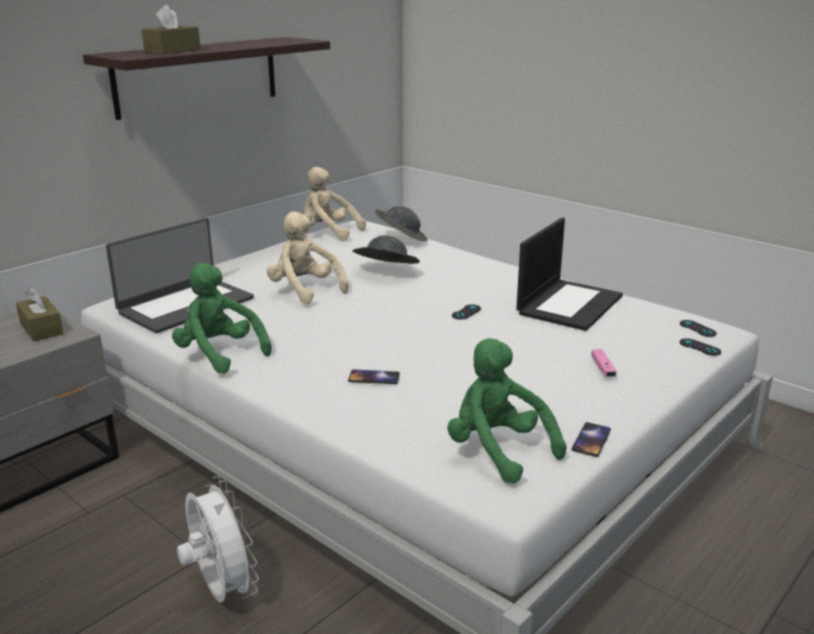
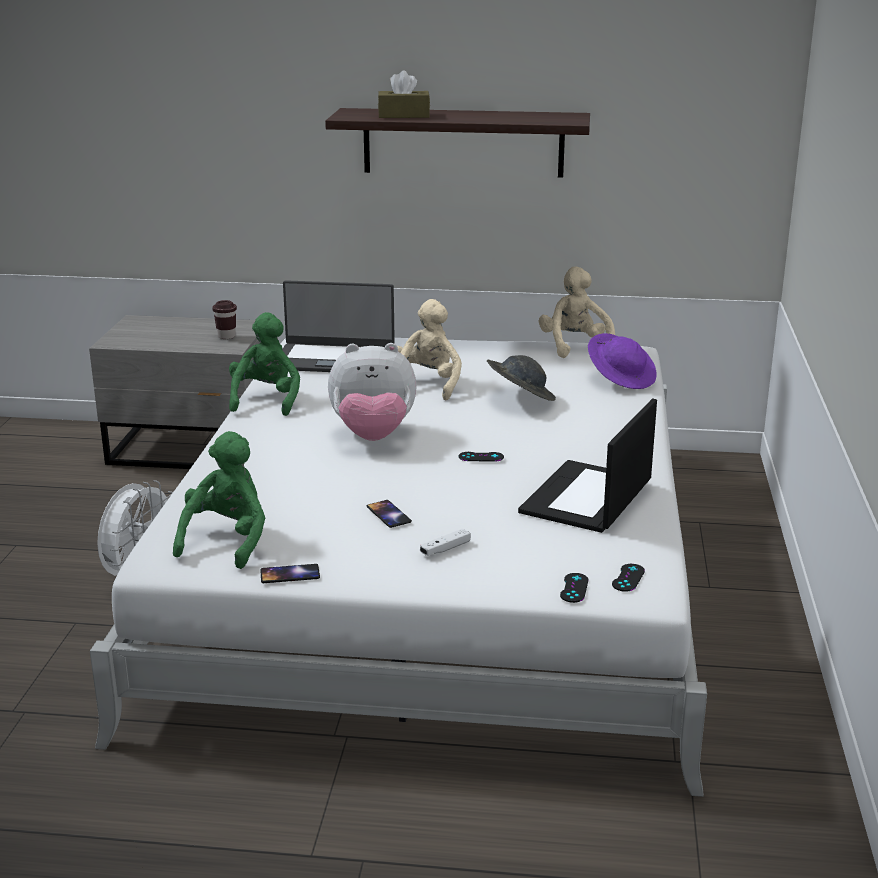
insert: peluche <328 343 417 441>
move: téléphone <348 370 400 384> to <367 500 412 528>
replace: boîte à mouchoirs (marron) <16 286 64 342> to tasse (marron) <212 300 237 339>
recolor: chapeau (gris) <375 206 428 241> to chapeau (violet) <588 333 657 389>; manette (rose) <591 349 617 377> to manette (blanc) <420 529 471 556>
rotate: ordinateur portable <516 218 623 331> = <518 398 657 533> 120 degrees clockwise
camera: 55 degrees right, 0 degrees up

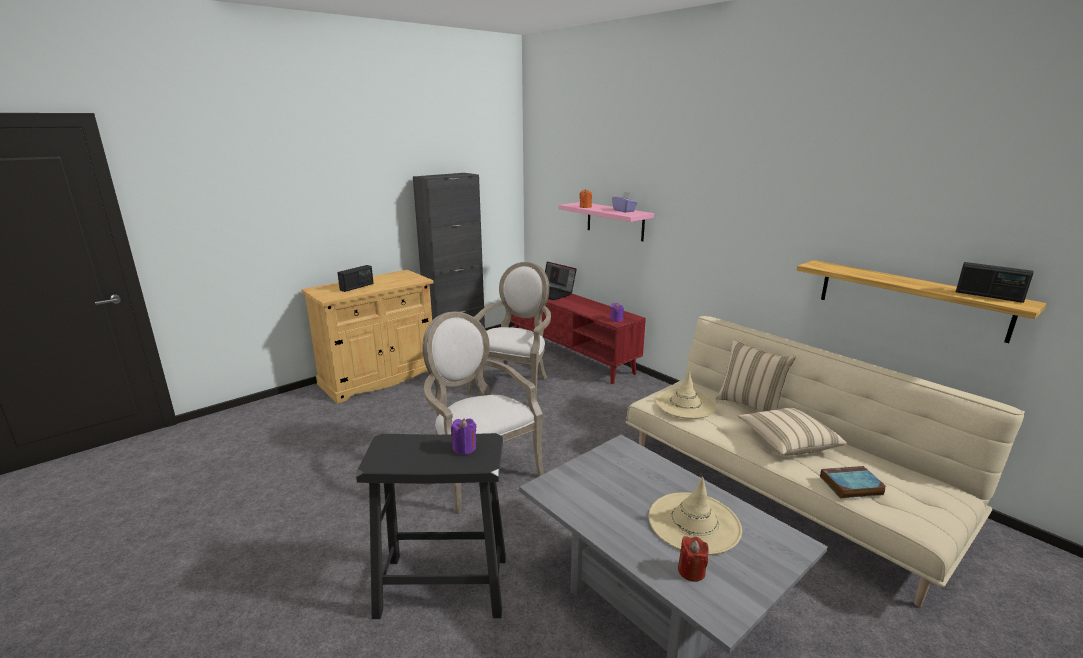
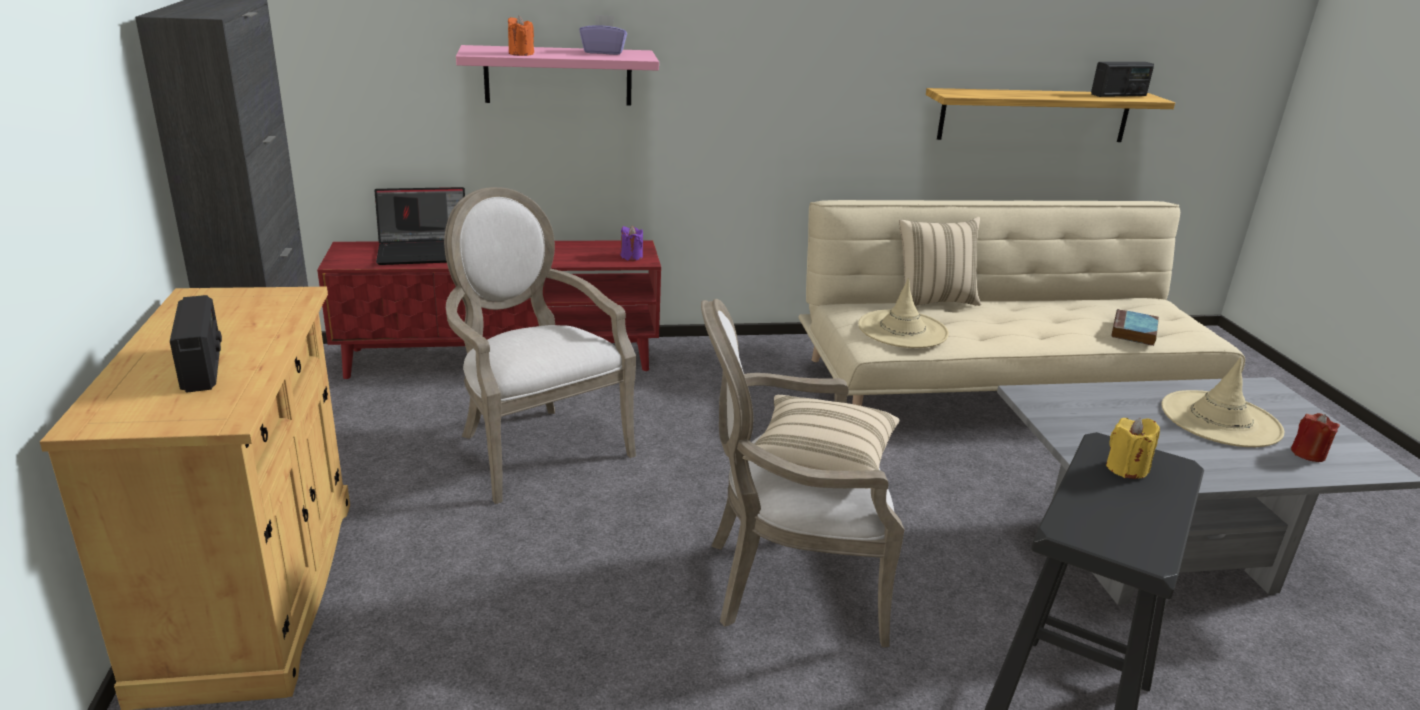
move: coussin (beige) <738 407 847 456> to <743 395 899 489>
recolor: bougie (violet) <451 418 477 455> to bougie (jaune) <1106 417 1160 479>
camera: 60 degrees left, 5 degrees up

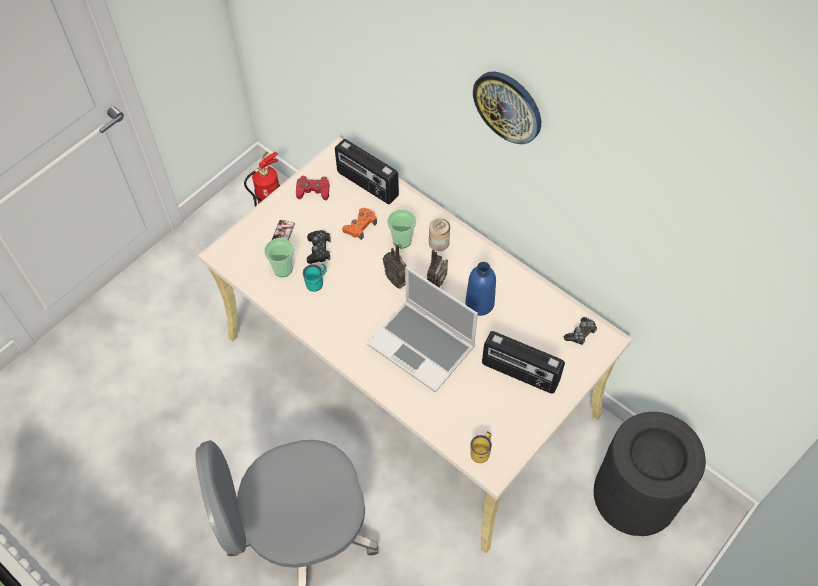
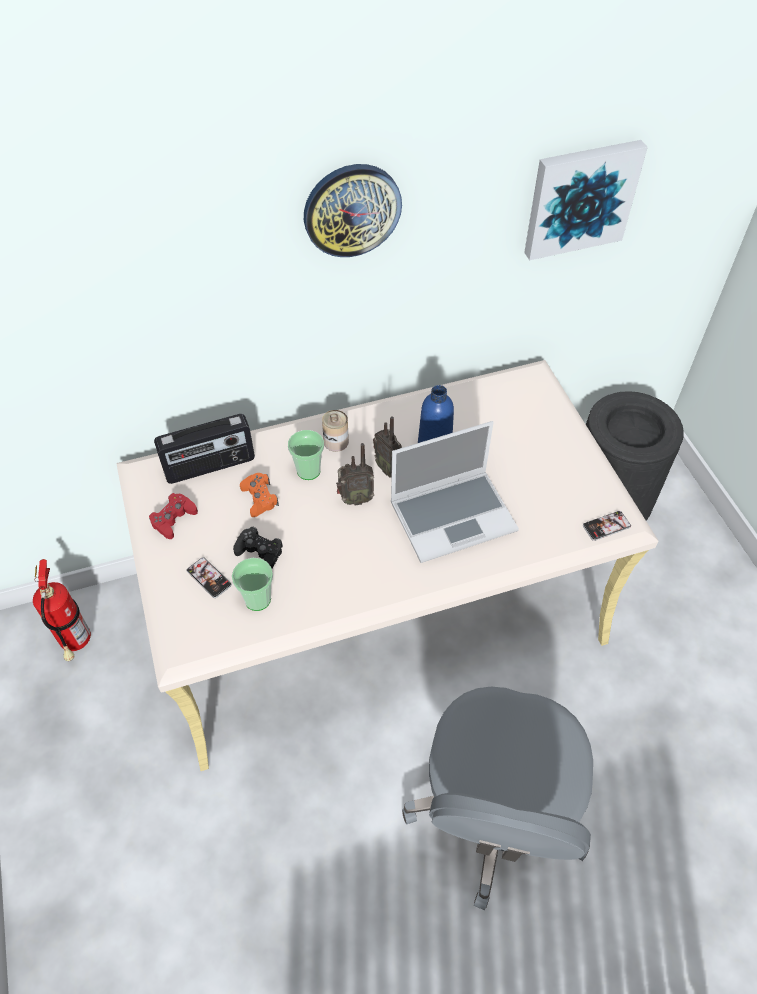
delete: mug (turquoise) <303 264 327 292>; radio <482 331 565 394>; manette <564 317 597 345>
insert: tableau <524 140 648 260>
replace: mug (jaune) <470 432 492 463> to téléphone <583 511 631 541>
camera: 60 degrees left, 5 degrees down

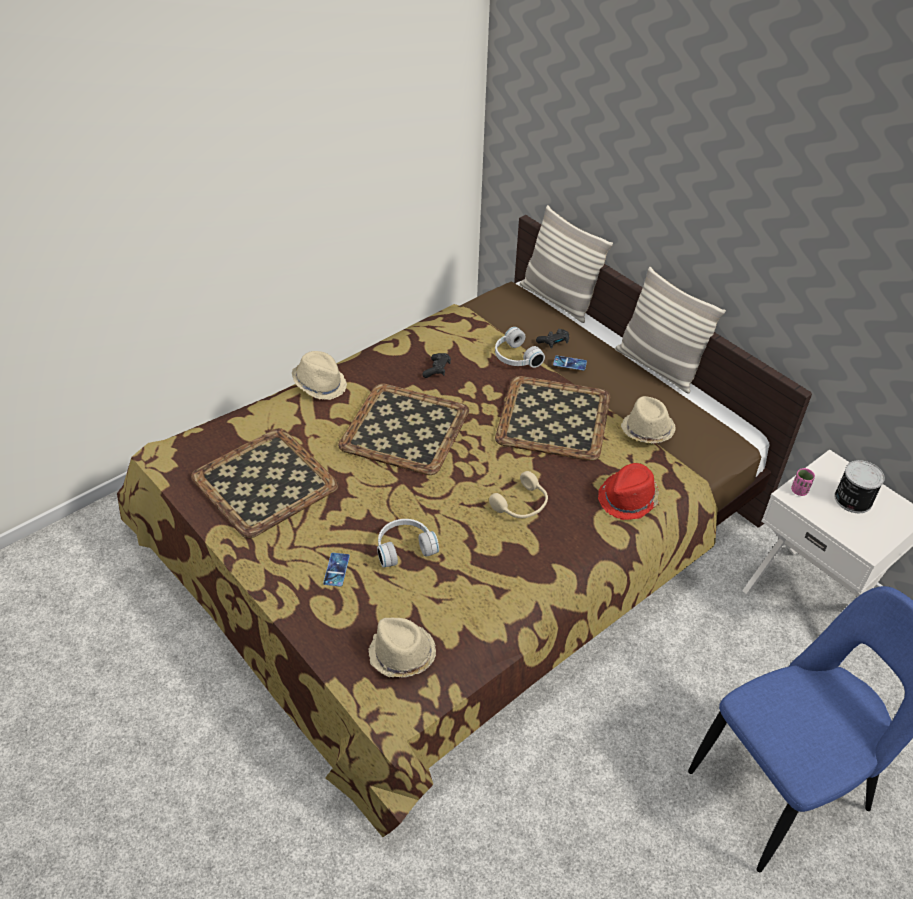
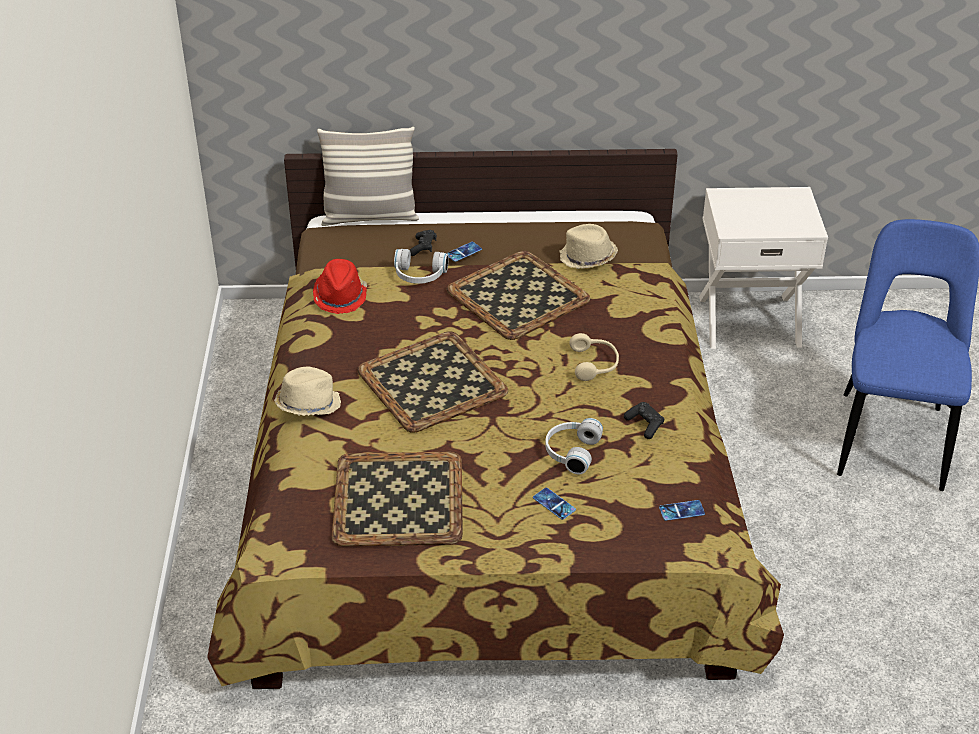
delete: coussin <615 267 726 394>; tasse (rose) <791 468 815 496>; boîte métallique <834 460 885 513>
move: manette (noir) <422 353 451 378> to <624 402 664 439>; chapeau (rouge) <598 463 659 520> to <313 259 367 314>
replace: chapeau (beige) <368 618 436 678> to téléphone <659 500 705 521>
camera: 50 degrees left, 5 degrees down

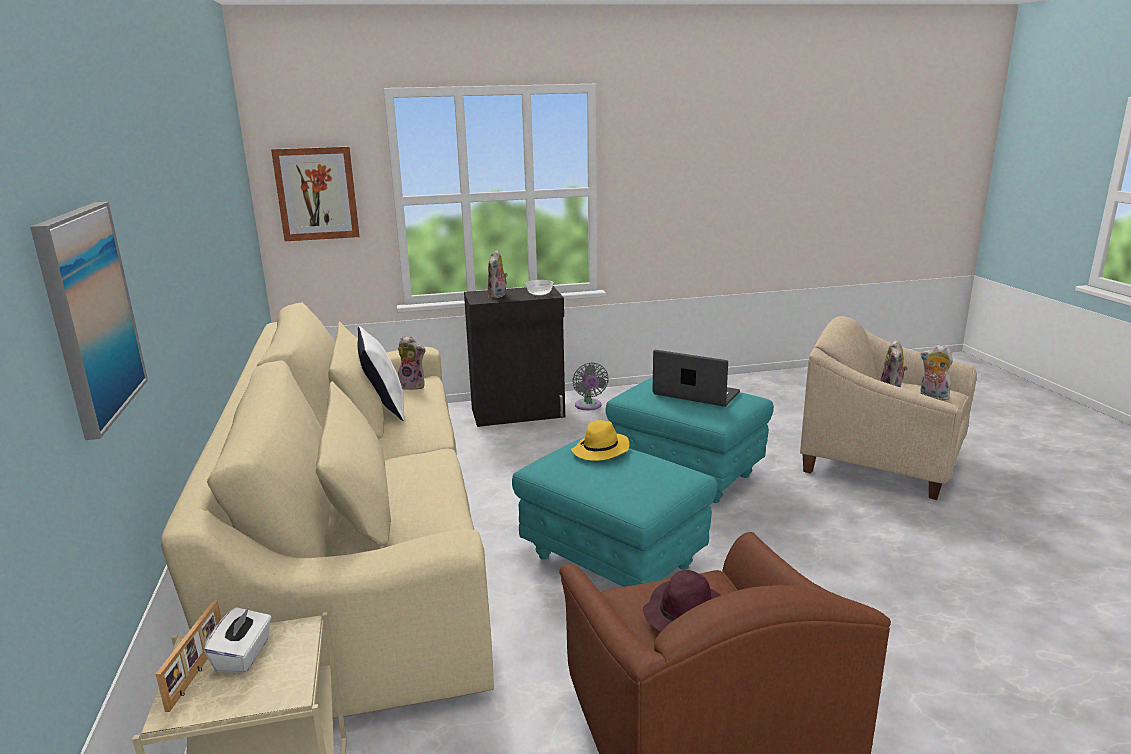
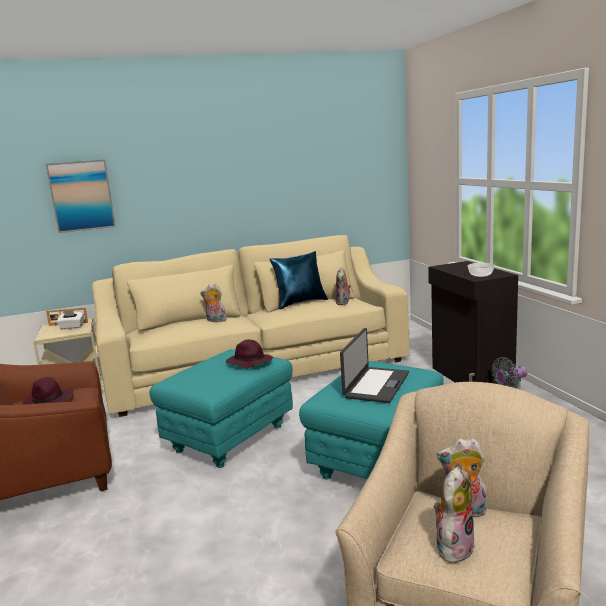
delete: tableau <271 146 360 241>
move: peluche <488 249 508 298> to <200 283 226 322>
recolor: coussin (blanc) <358 326 405 421> to coussin (bleu) <270 251 328 309>; chapeau (jaune) <571 420 629 461> to chapeau (violet) <226 340 273 369>
camera: 85 degrees right, 5 degrees down

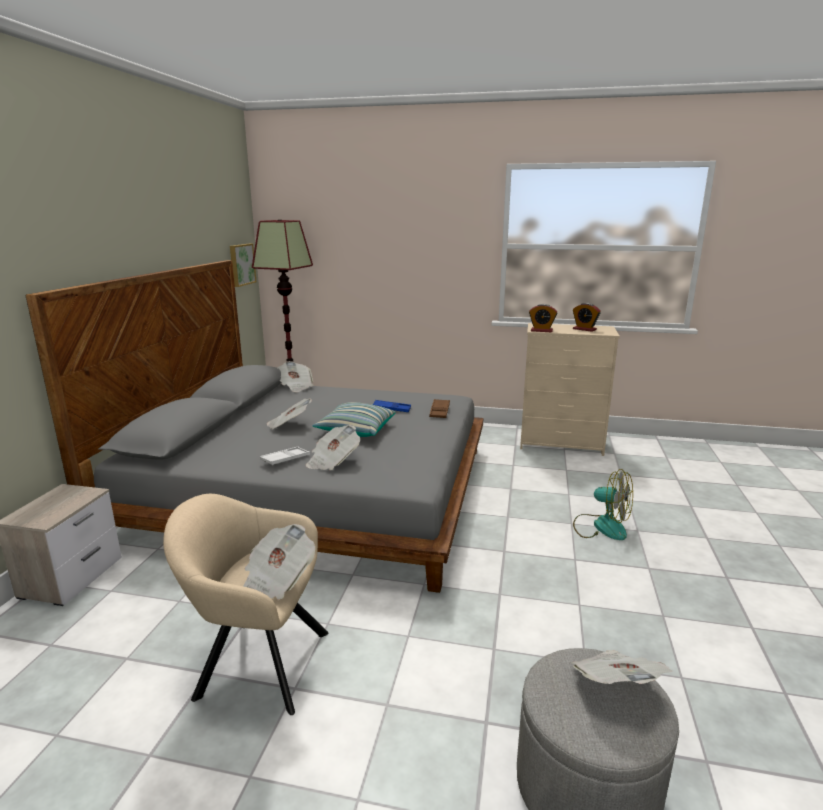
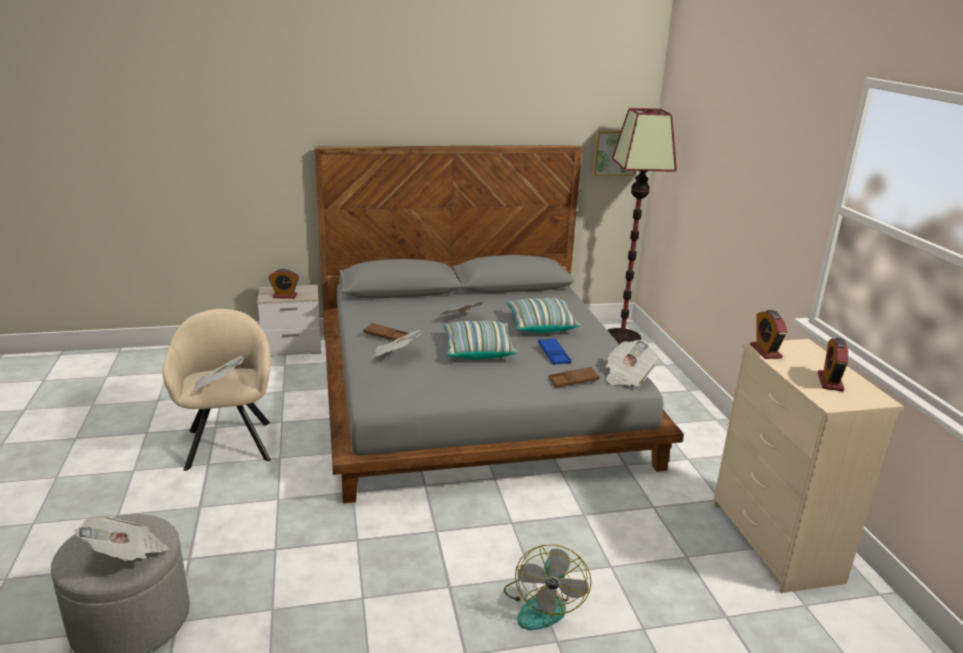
insert: réveil <268 269 299 299>; coussin <506 298 581 333>
move: journal <278 361 313 392> to <606 340 659 386>
recolor: plateau (blanc) <260 447 310 466> to plateau (marron) <364 323 409 341>
camera: 65 degrees right, 5 degrees up

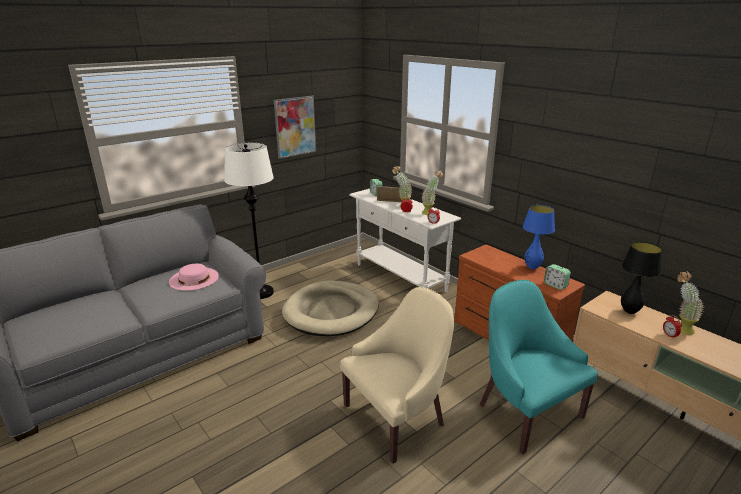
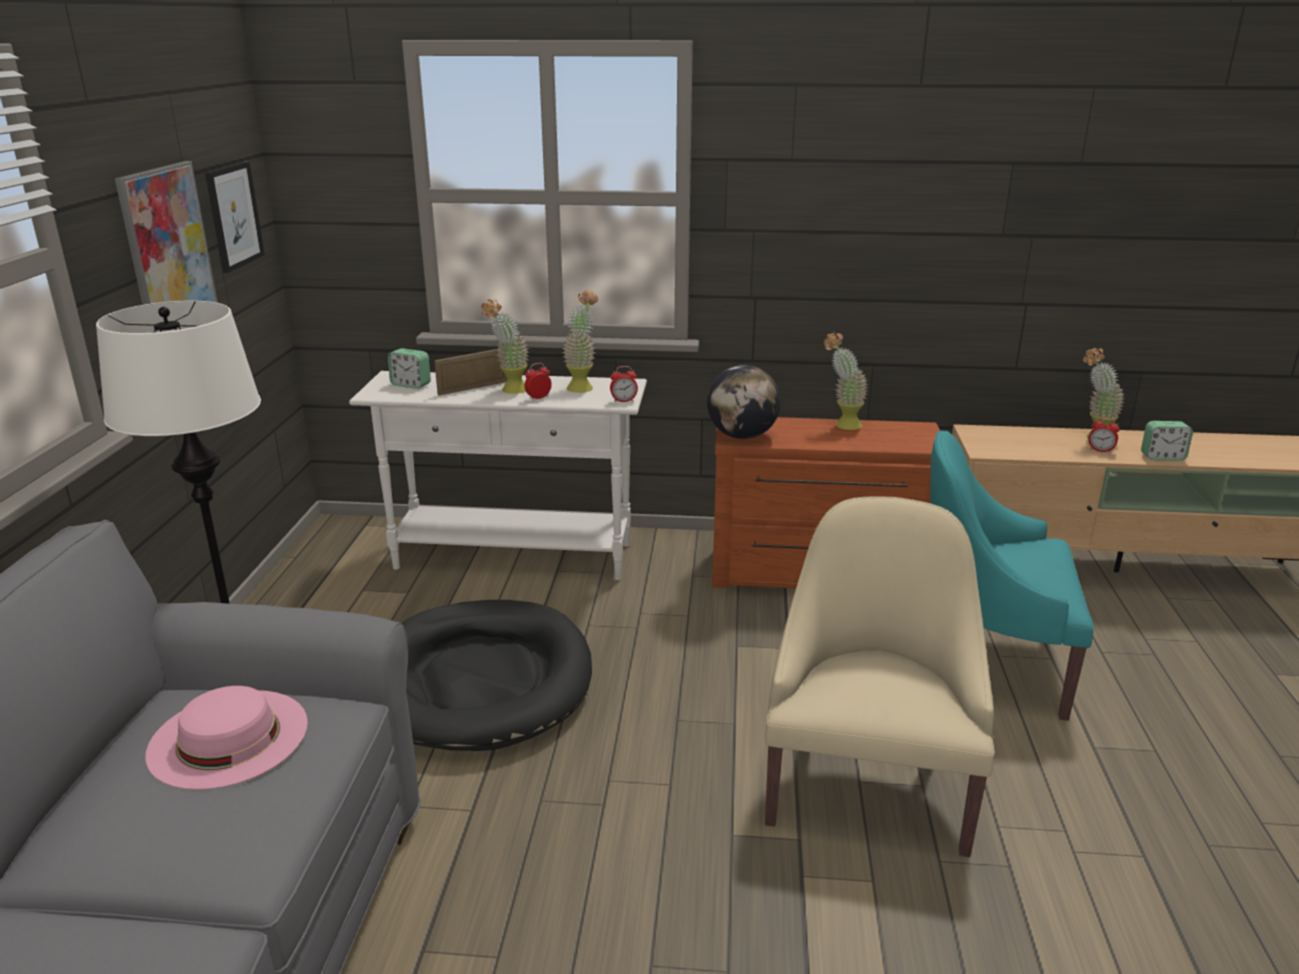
delete: lampe de table (noir) <621 242 662 314>
insert: tableau <205 161 265 273>; globe <707 365 781 439>
move: réveil <544 264 571 290> to <1141 421 1193 461>
replace: lampe de table (bleu) <523 205 555 269> to plante en pot <824 332 868 430>
recolor: panier pour chien (beige) <282 281 379 336> to panier pour chien (noir) <402 600 592 751>
camera: 45 degrees left, 0 degrees up

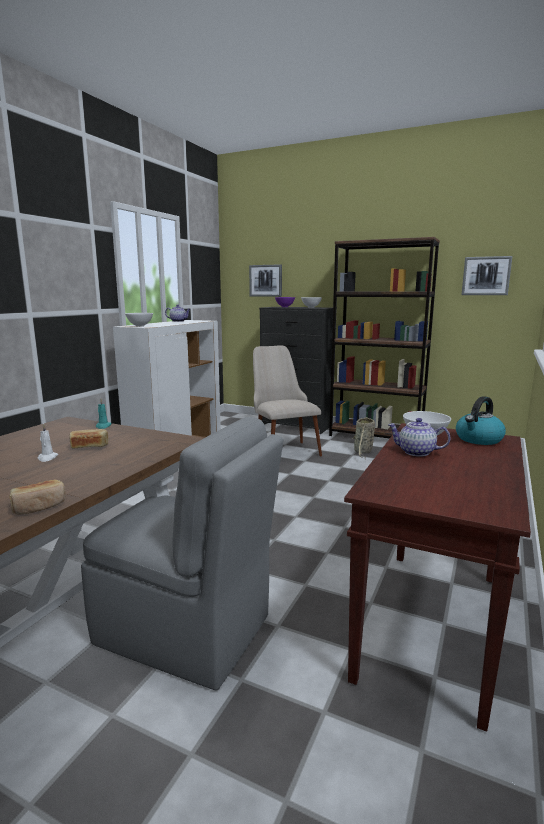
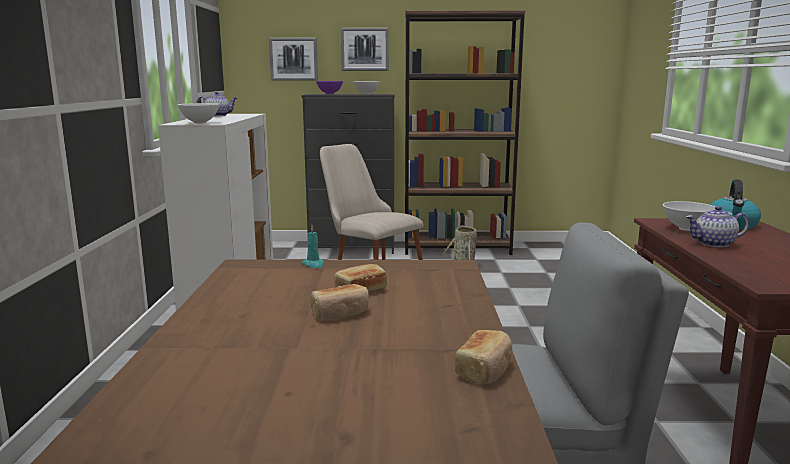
move: tableau <462 256 512 295> to <341 28 389 71>
replace: bougie (blanc) <37 424 58 462> to pain <311 284 369 321>
camera: 25 degrees left, 0 degrees up

